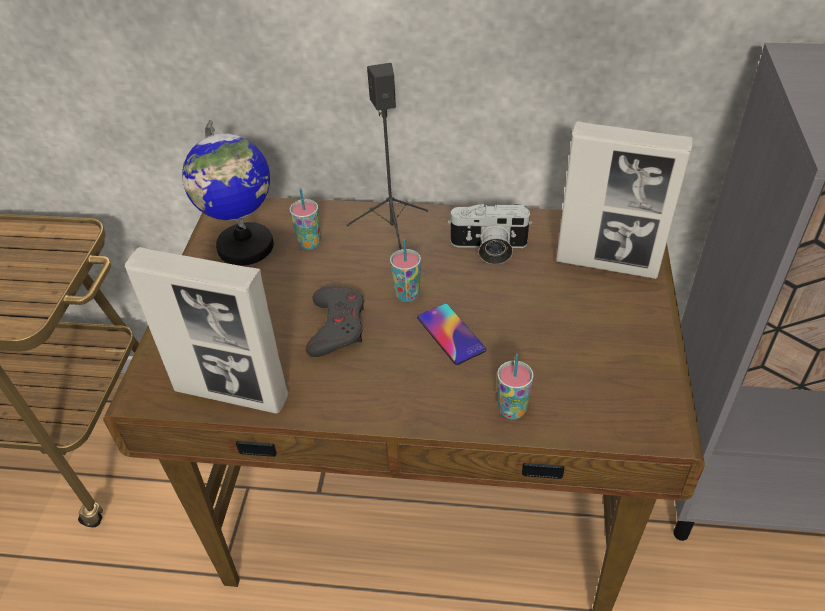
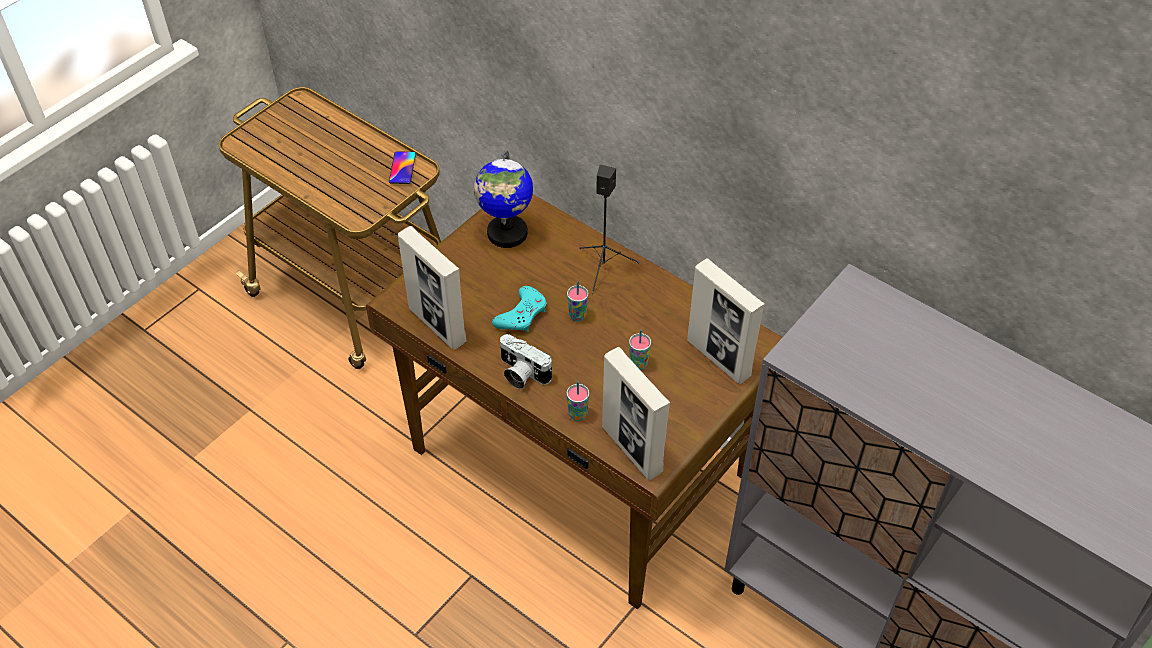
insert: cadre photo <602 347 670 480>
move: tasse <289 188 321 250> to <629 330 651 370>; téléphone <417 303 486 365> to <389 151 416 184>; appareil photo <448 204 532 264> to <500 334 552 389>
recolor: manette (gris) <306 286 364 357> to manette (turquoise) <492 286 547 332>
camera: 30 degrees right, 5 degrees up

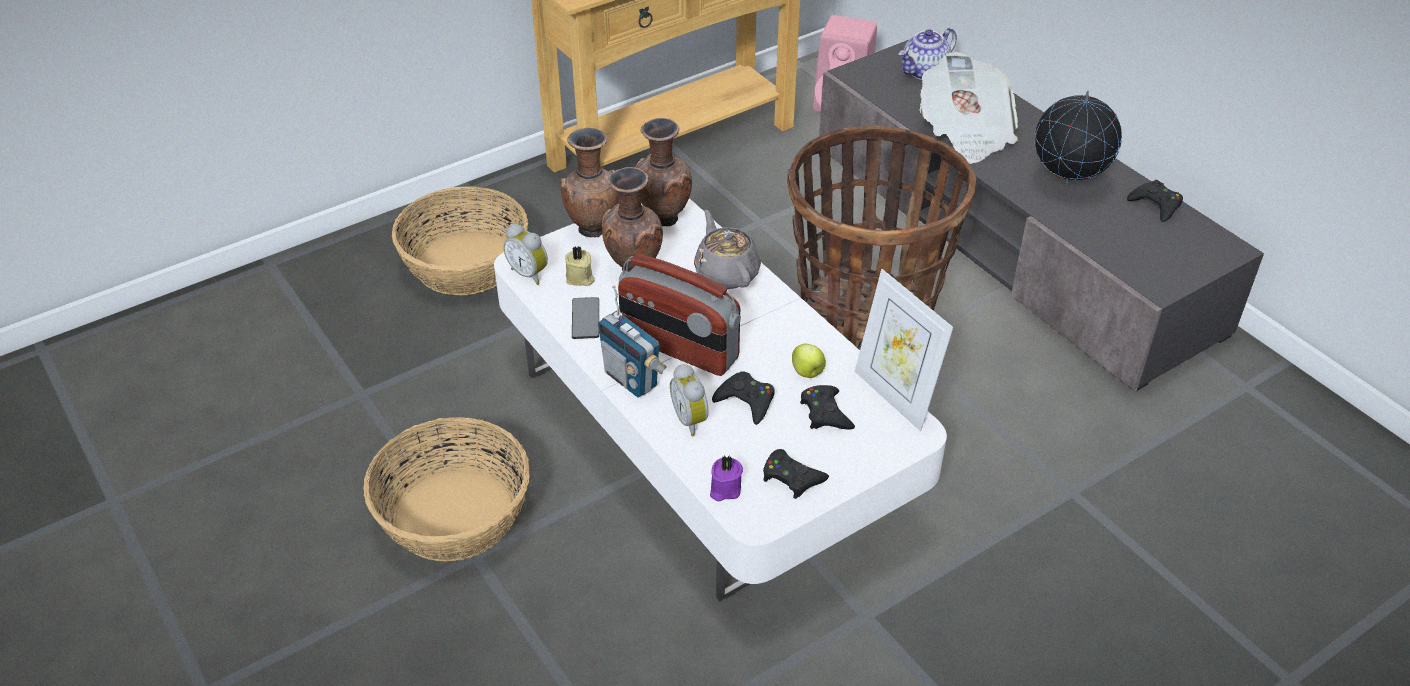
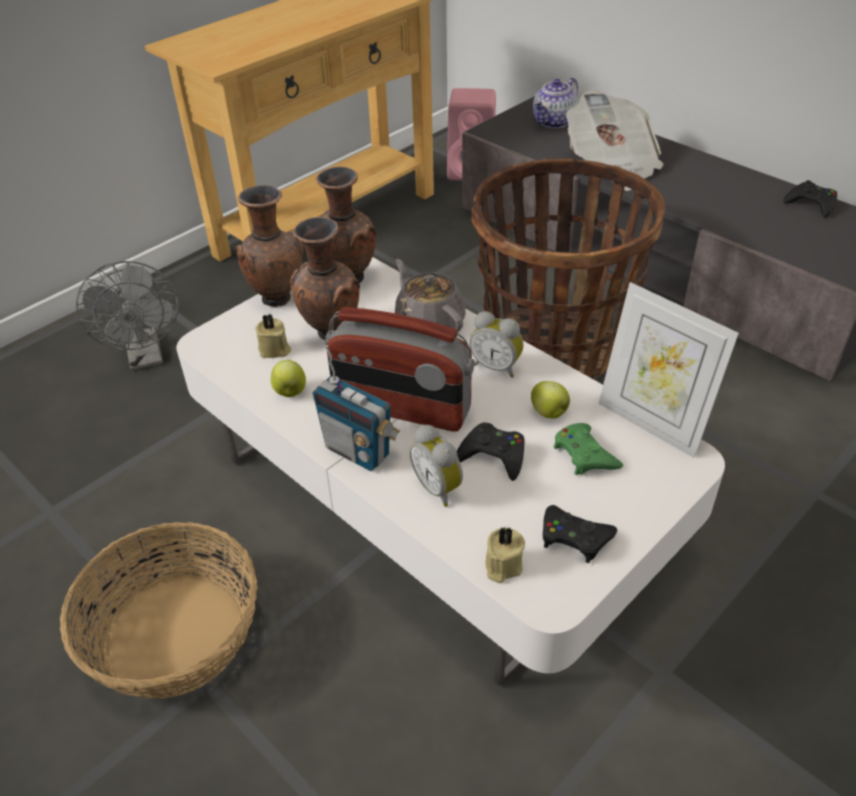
delete: globe <1035 91 1122 184>
move: réveil <504 224 548 285> to <469 311 523 378>
replace: panier <392 186 528 295> to ventilateur (gris) <76 261 179 371>; téléphone <572 297 599 339> to pomme <271 360 306 397>
recolor: bougie (violet) <710 455 743 501> to bougie (beige) <485 527 525 583>; manette (noir) <800 385 855 429> to manette (vert) <554 423 623 475>
camera: 10 degrees left, 0 degrees up

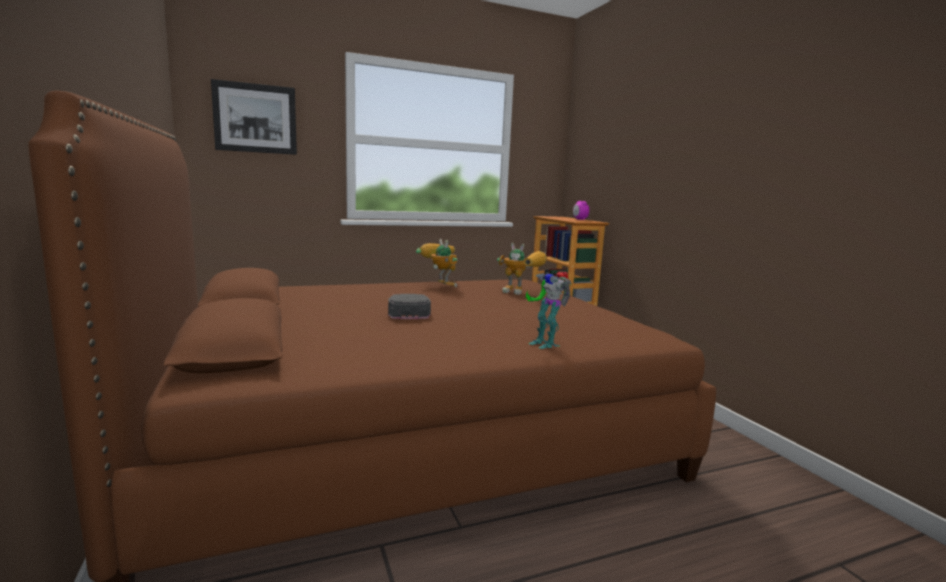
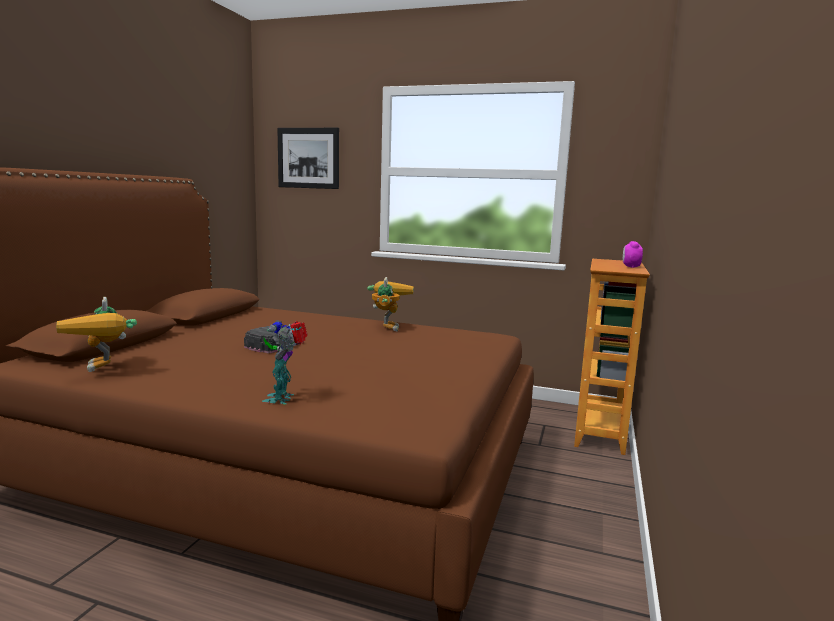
move: robot jouet <497 243 547 295> to <56 297 137 372>
camera: 40 degrees right, 0 degrees up

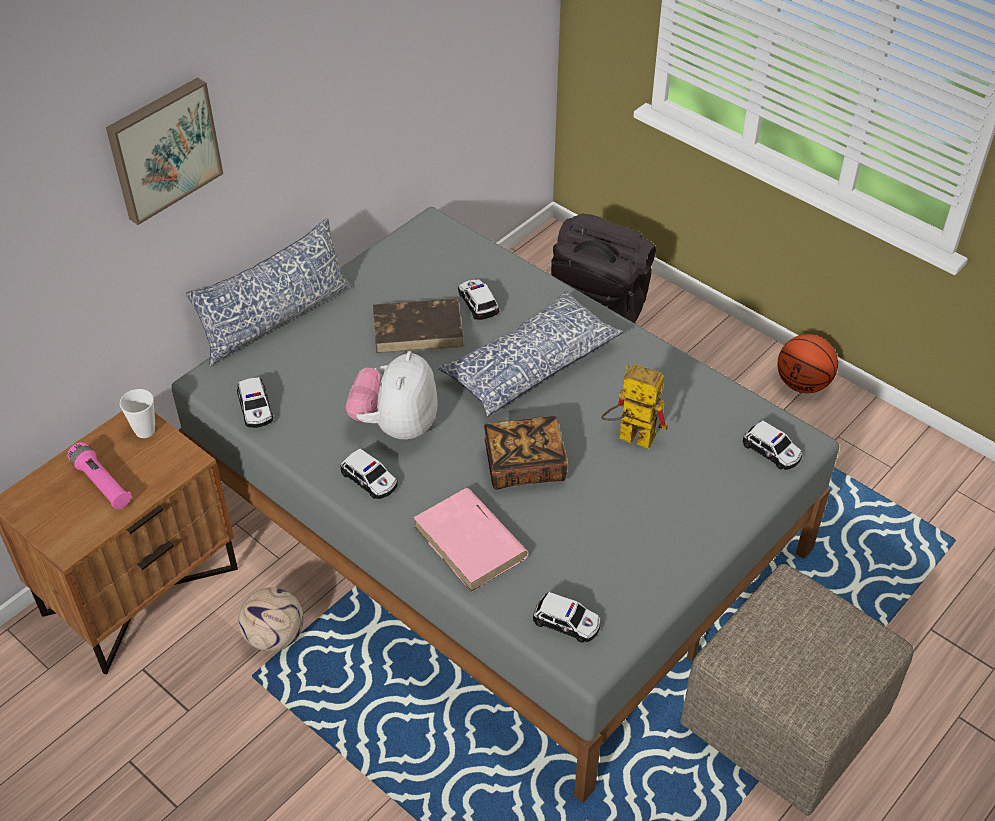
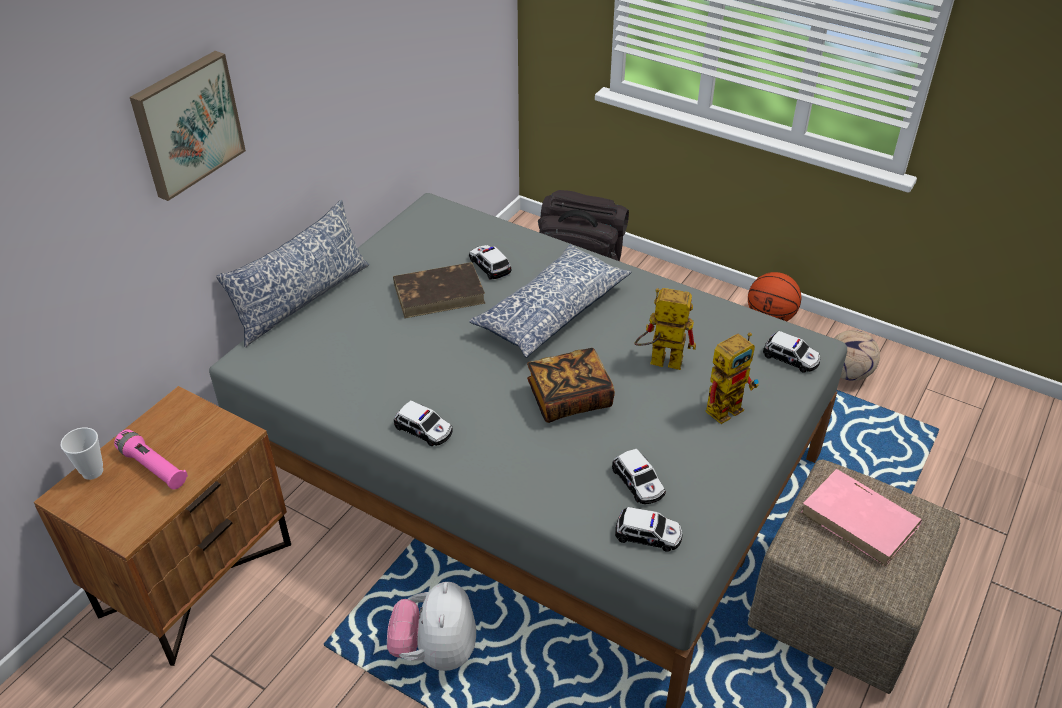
insert: robot jouet <706 332 759 424>
move: tasse <120 389 155 438> to <61 428 103 480>; petite voiture <237 377 273 428> to <612 449 666 504>; ballon de foot <238 587 304 652> to <834 330 880 381>; peluche <346 351 438 440> to <387 582 476 671>; livre (rose) <413 488 528 592> to <800 469 922 567>
camera: 10 degrees left, 5 degrees down

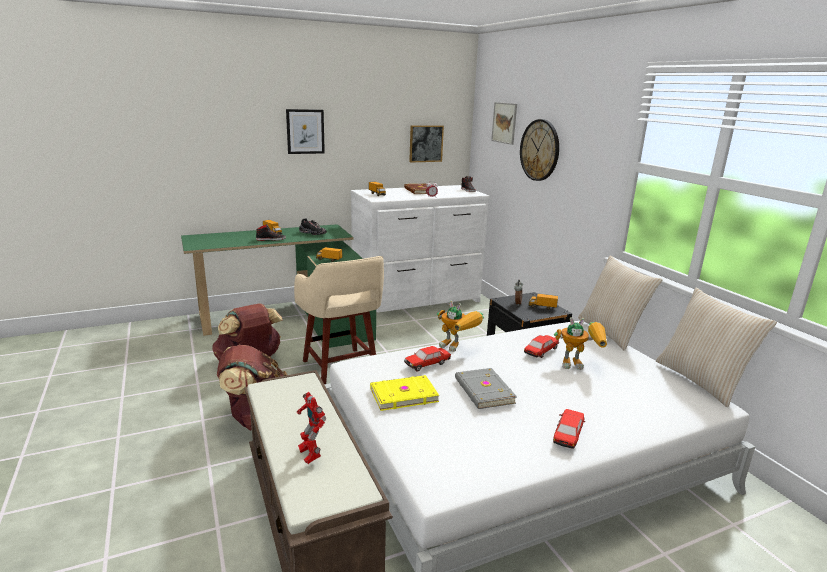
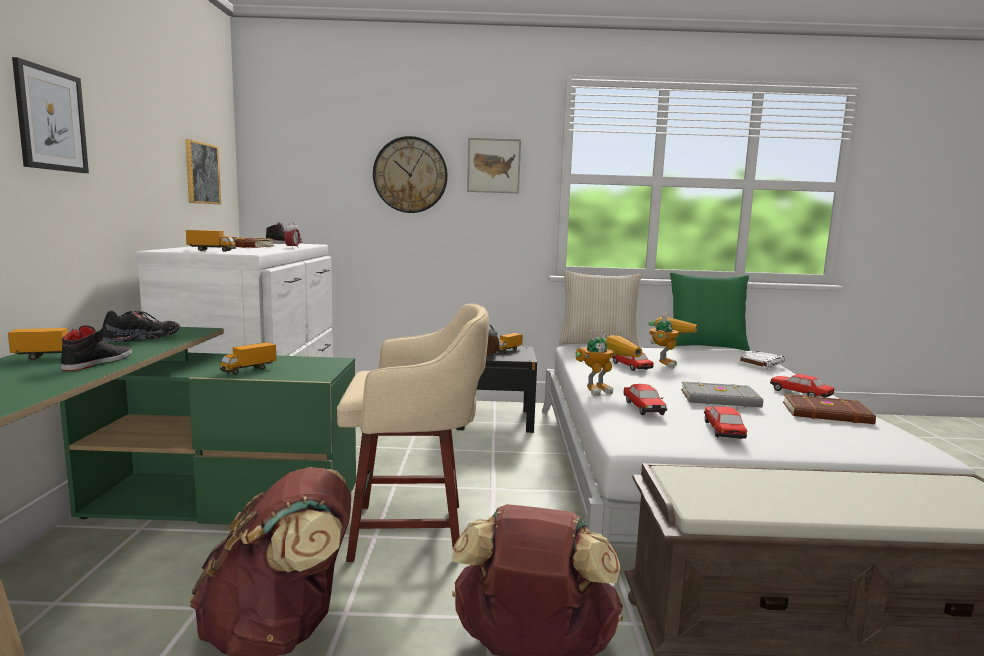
delete: robot jouet <297 392 326 464>
insert: livre (blanc) <738 351 785 369>; livre (marron) <783 394 876 424>
move: tableau <491 102 517 145> to <467 138 521 194>
replace: livre (jaune) <370 375 439 411> to petite voiture <704 406 747 439>
recolor: coussin (beige) <656 288 777 407> to coussin (vert) <670 273 750 351>
camera: 65 degrees left, 10 degrees down

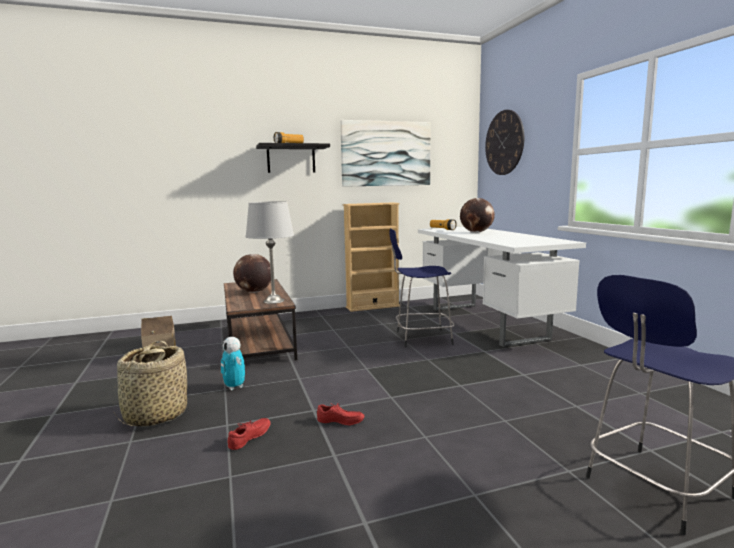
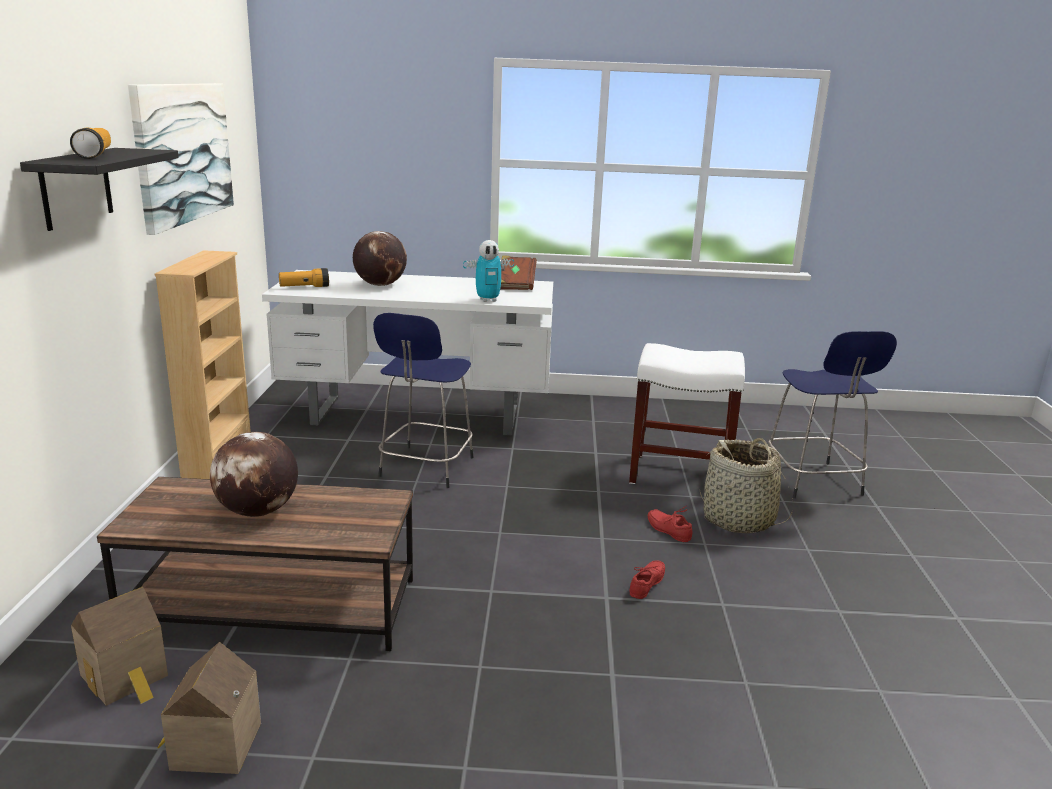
delete: lampe de table (gris) <246 201 294 304>; horloge murale <485 110 524 175>
insert: maison miniature <71 587 168 706>; livre (marron) <500 255 537 290>; tabouret (blanc) <629 343 745 484>
move: panier <113 341 187 427> to <700 438 793 534>; robot jouet <221 337 245 390> to <463 240 514 302>; chaussure (rouge) <228 418 271 450> to <648 506 692 542>
camera: 70 degrees left, 10 degrees up

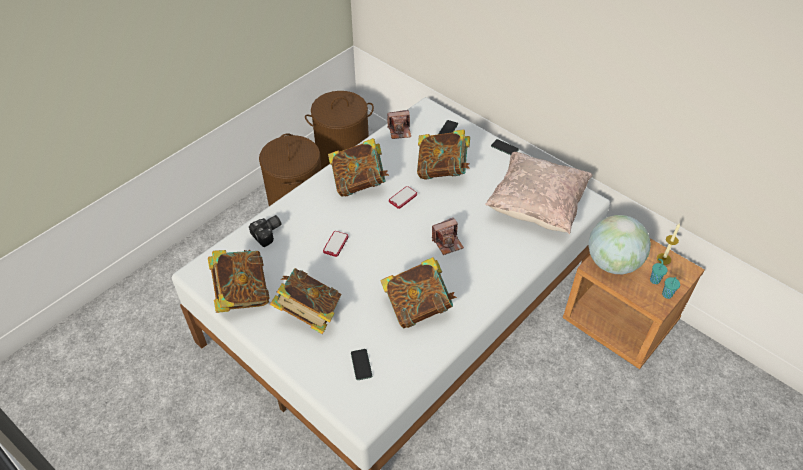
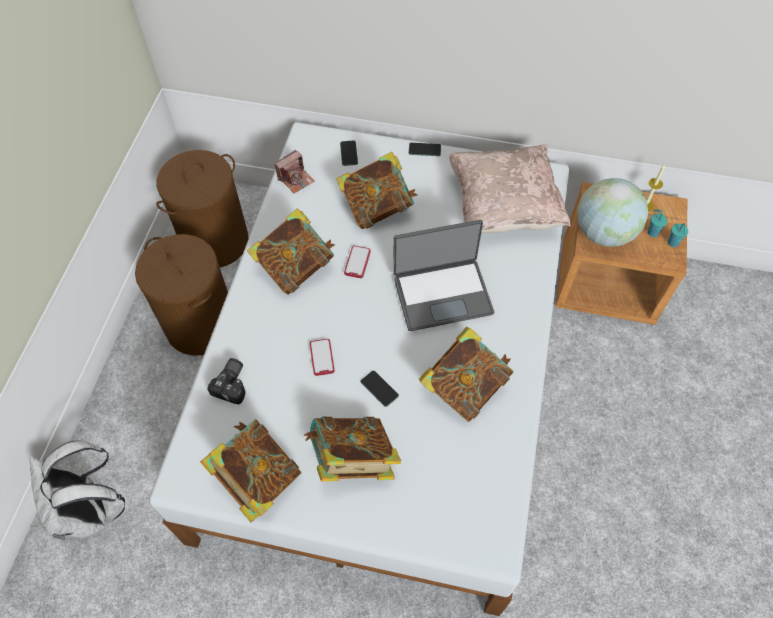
insert: sac à dos (blanc) <29 441 125 541>
move: téléphone <351 349 372 380> to <360 371 399 407>
replace: appareil photo <432 218 464 255> to ordinateur portable <393 220 494 331>
camera: 30 degrees left, 10 degrees up

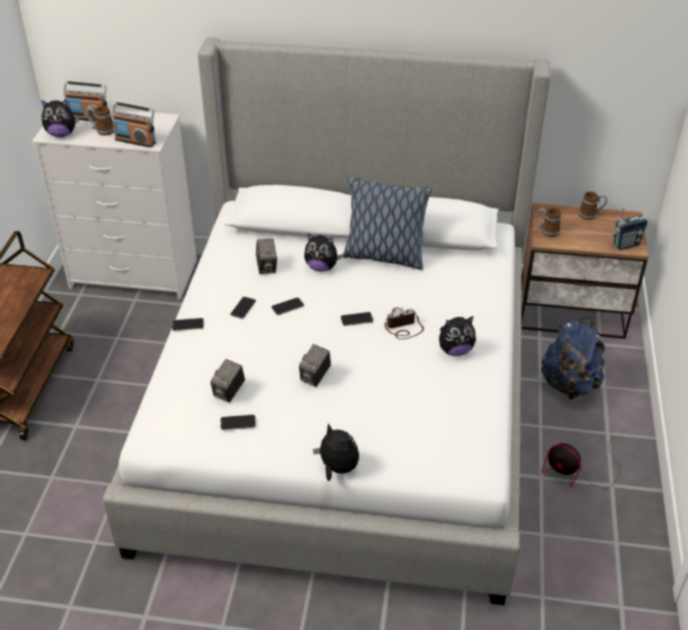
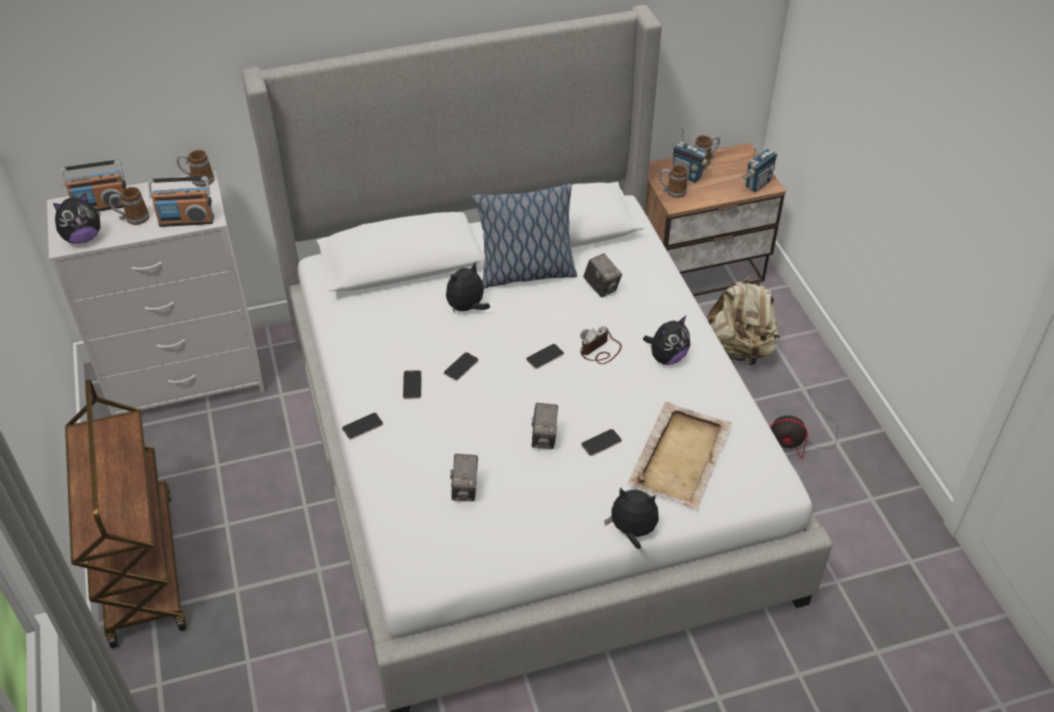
insert: mug <177 150 215 187>; plateau (beige) <628 402 731 510>; radio <671 127 708 183>
move: téléphone <220 415 256 430> to <581 429 622 456>; appareil photo <256 239 277 274> to <583 253 622 298>
recolor: sac à dos (bleu) <541 317 605 400> to sac à dos (beige) <707 274 780 365>
rotate: peluche <304 233 343 272> = <446 262 490 314> 150 degrees clockwise
camera: 25 degrees left, 5 degrees up

